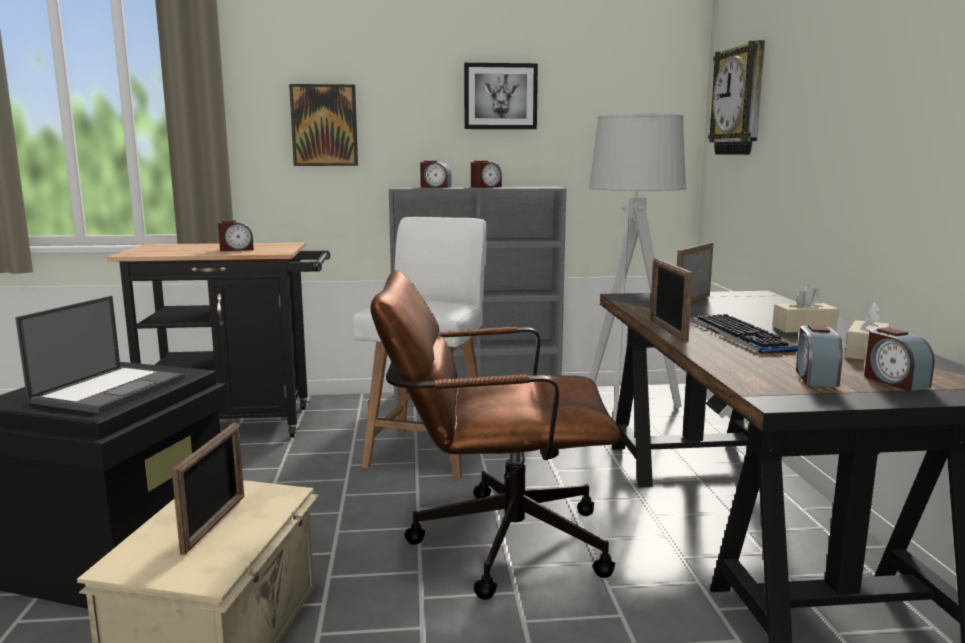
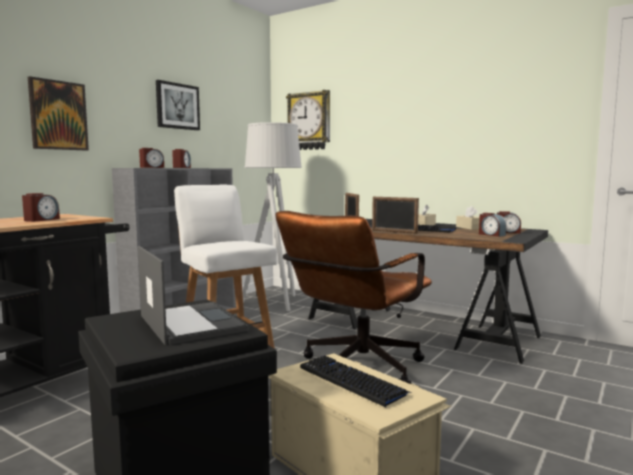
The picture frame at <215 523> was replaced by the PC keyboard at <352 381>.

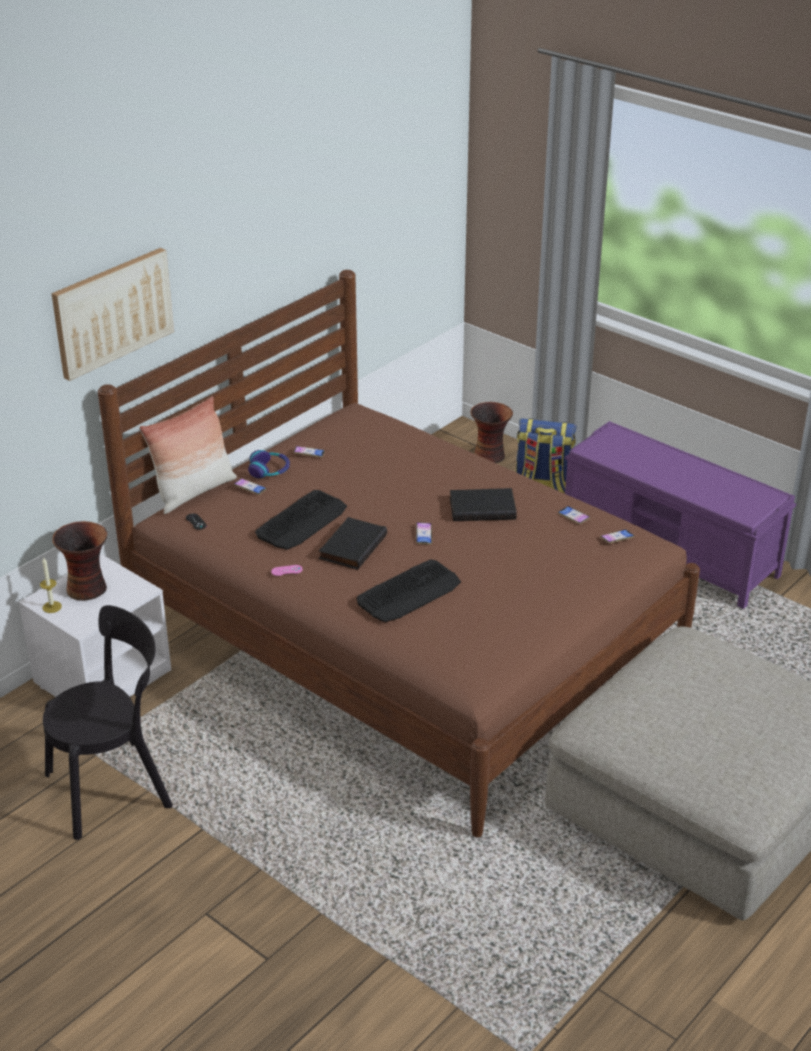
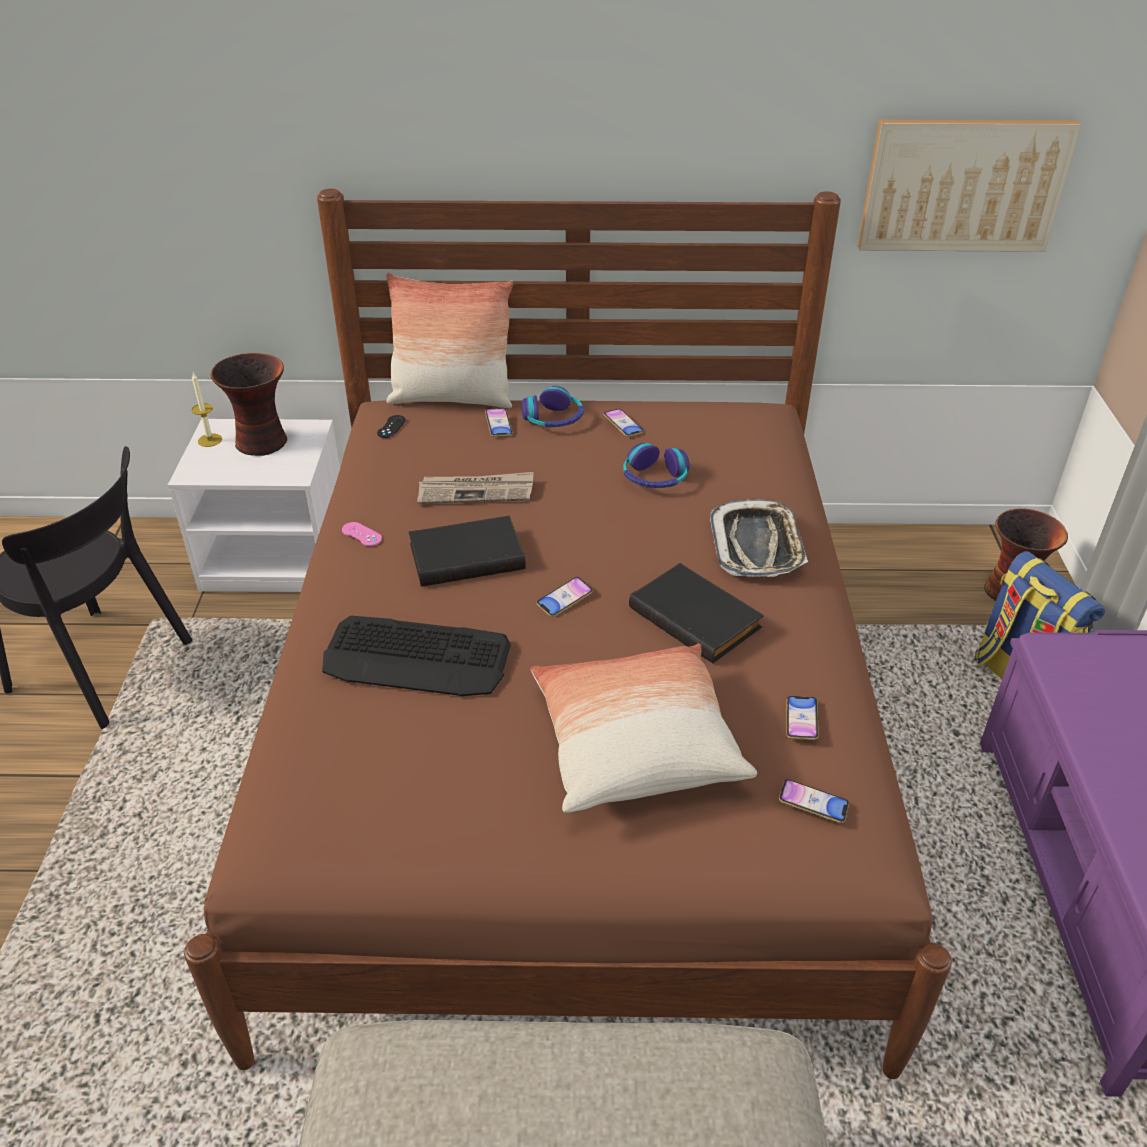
The PC keyboard at <302 521> was replaced by the newspaper at <476 491>.
The pillow at <635 745> appeared.
The pair of headphones at <654 478> appeared.
The tray at <757 545> appeared.
The picture moved from <112 312> to <963 185>.

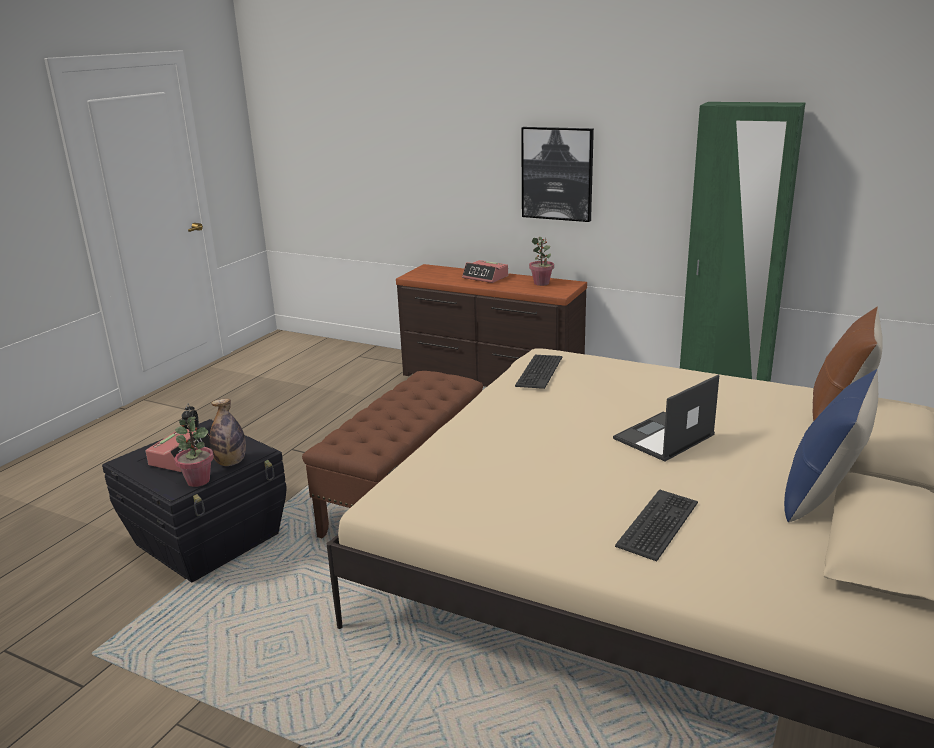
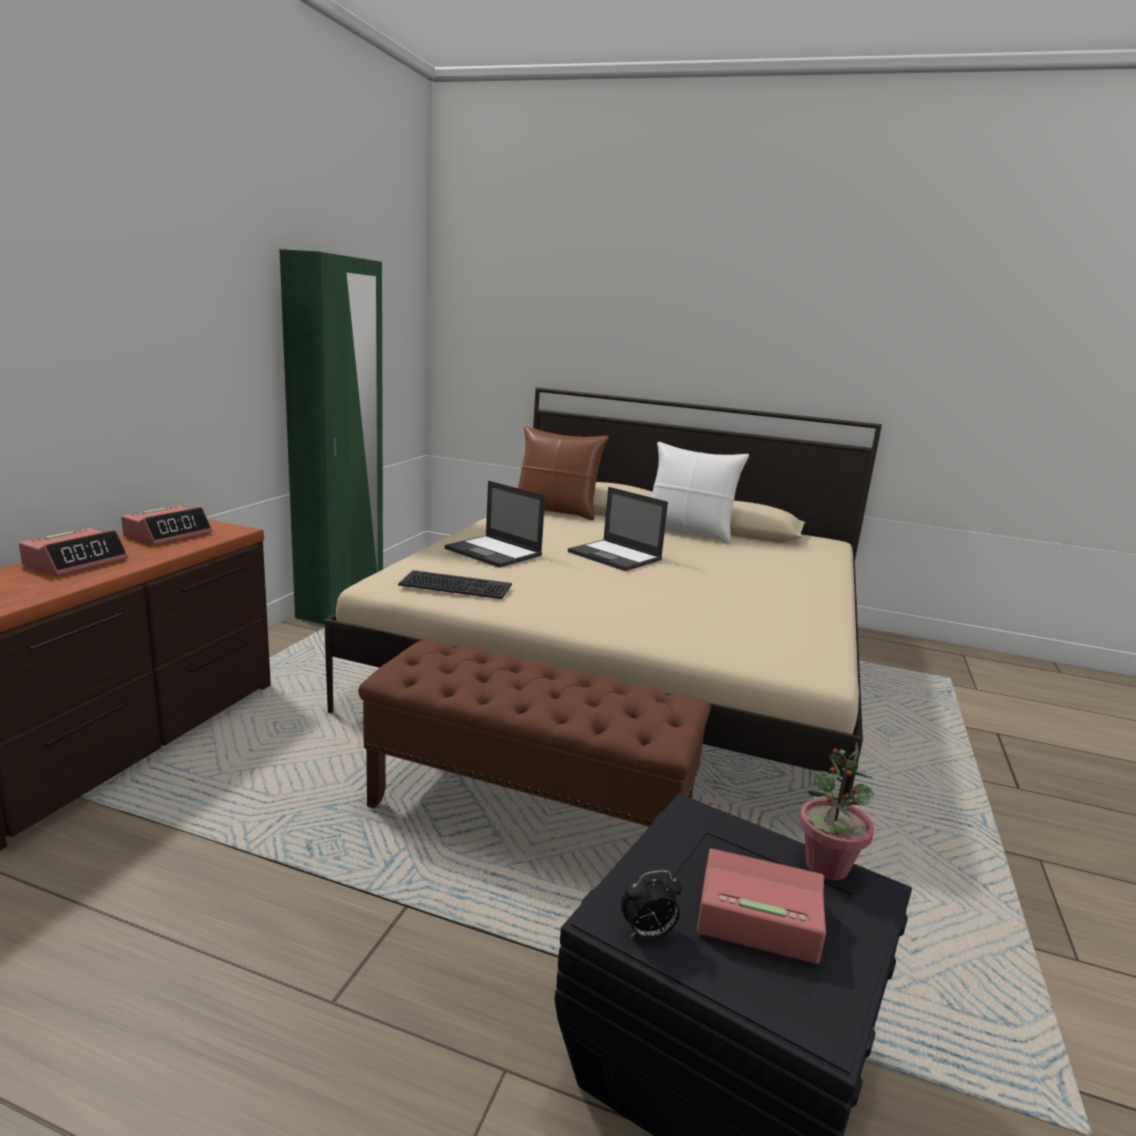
The plant in a pot at <541 283> was replaced by the table clock at <168 534>.
The portable computer at <494 552> appeared.
The pillow (blue-coloured) at <822 496> became the pillow (white) at <687 532>.
The drink bottle at <230 462> disappeared.
The picture at <557 173> disappeared.
The PC keyboard at <659 525> disappeared.

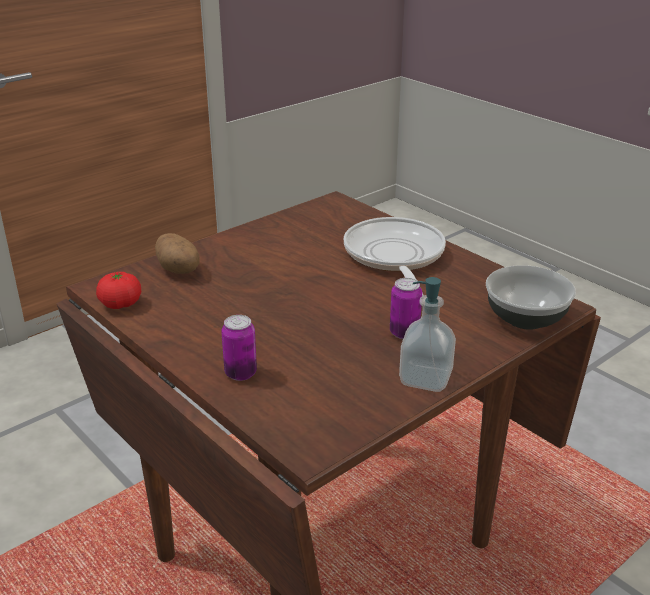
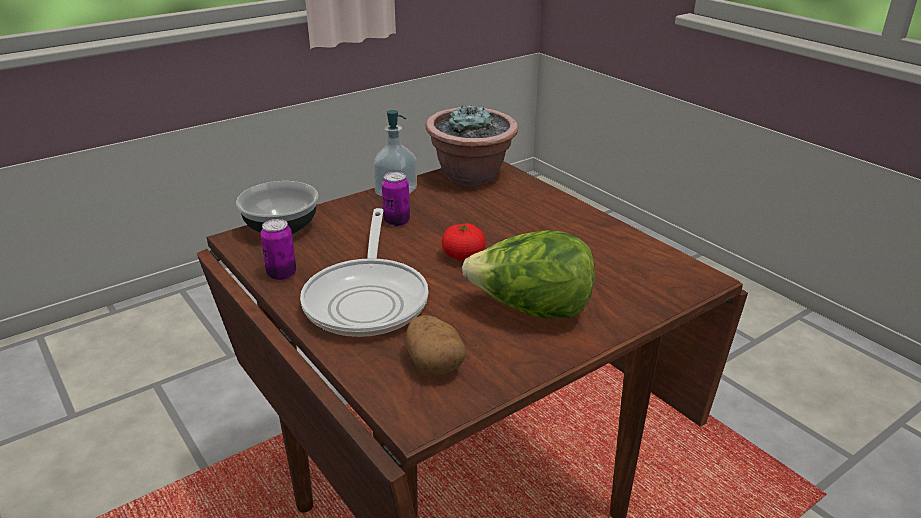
The metal can moved from <240 373> to <282 274>.
The potato moved from <179 270> to <434 363>.
The plant in a pot at <471 176> appeared.
The fresh tomato moved from <120 304> to <463 256>.
The lettuce at <531 310> appeared.

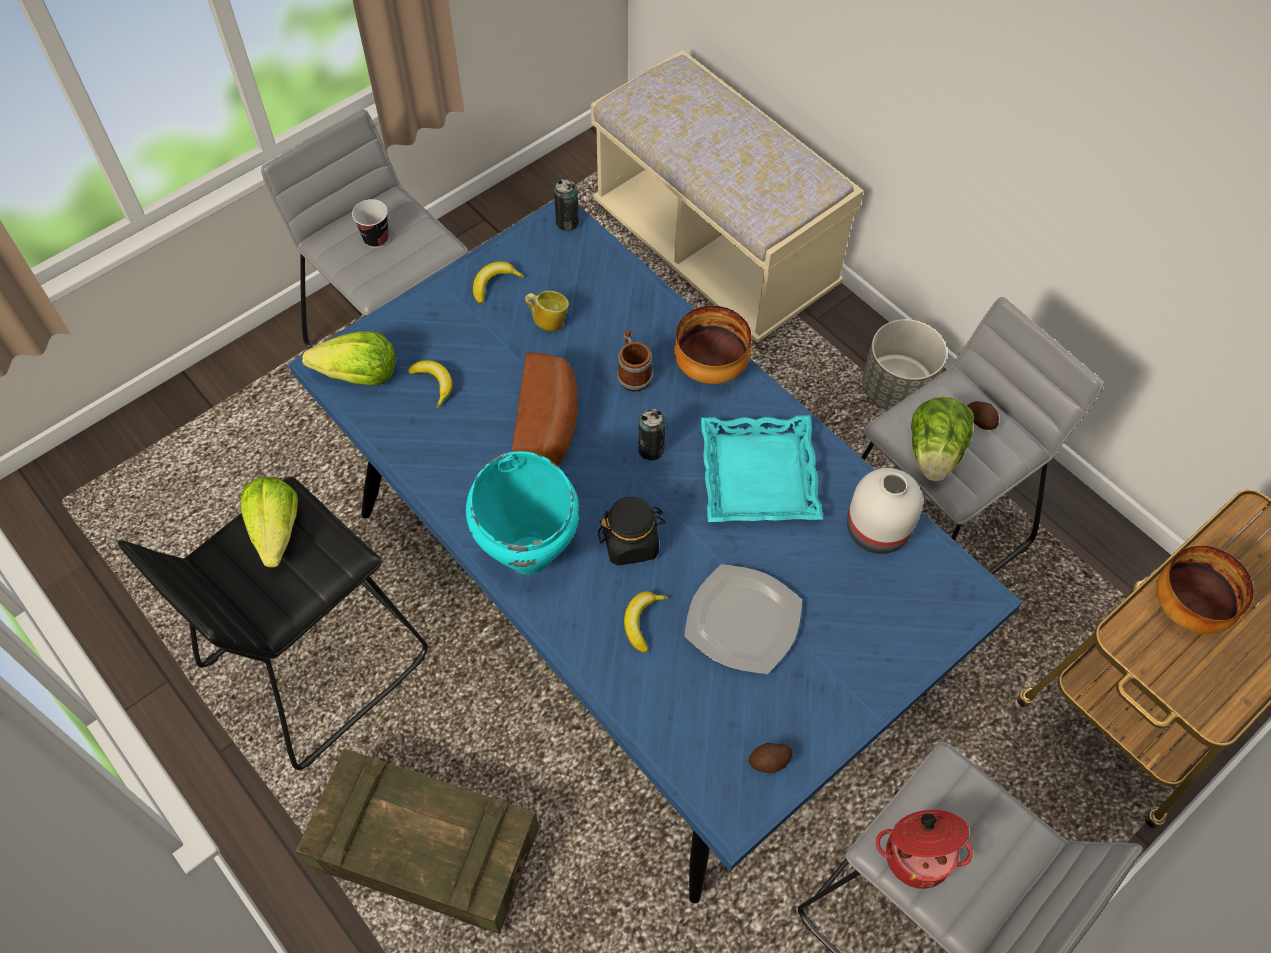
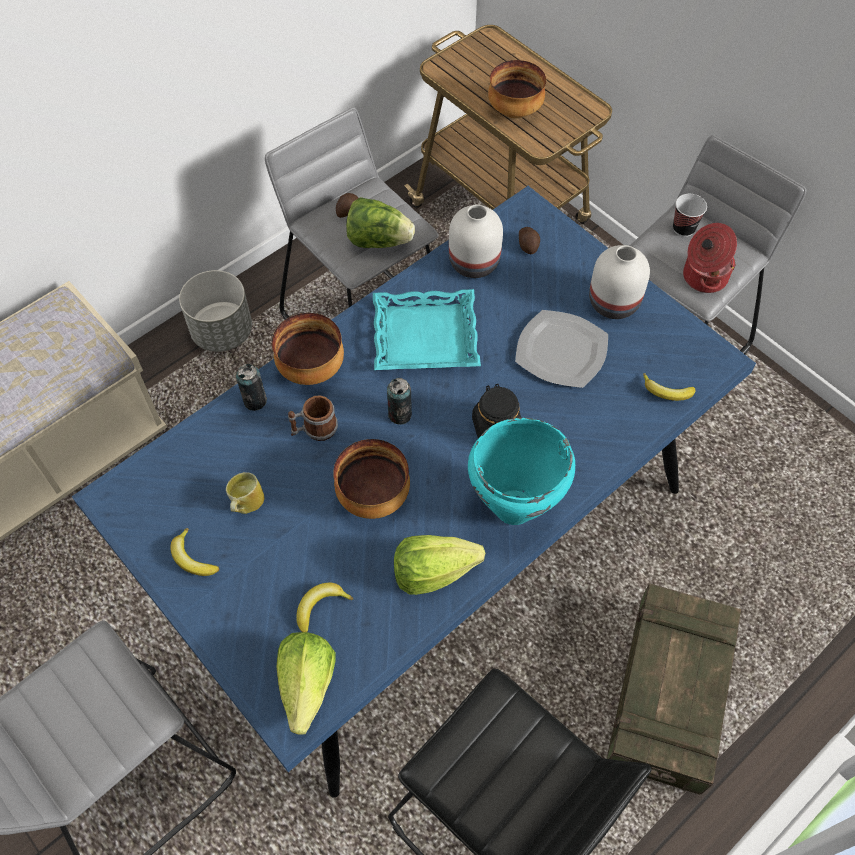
The metal can moved from <567 223> to <255 401>.
The bread at <549 426> was replaced by the bowl at <374 497>.
The lettuce moved from <276 531> to <433 571>.
The potato moved from <770 762> to <528 245>.
The decorative vase (white) at <613 301> appeared.
The banana fruit moved from <642 621> to <666 392>.
The small cup moved from <376 239> to <683 229>.

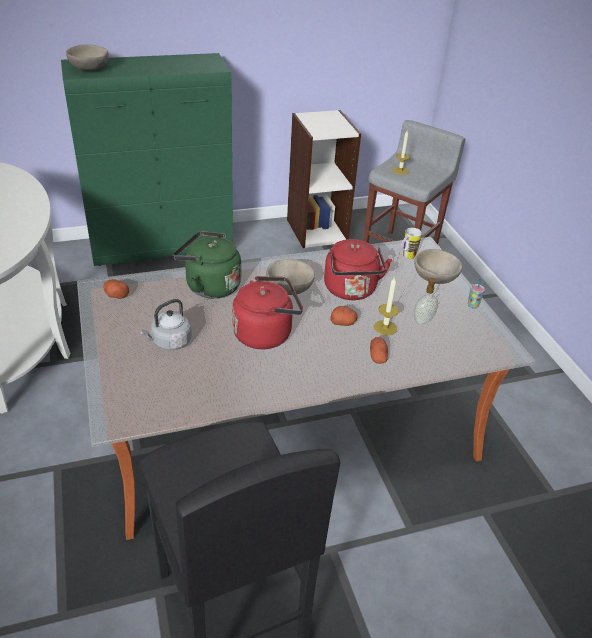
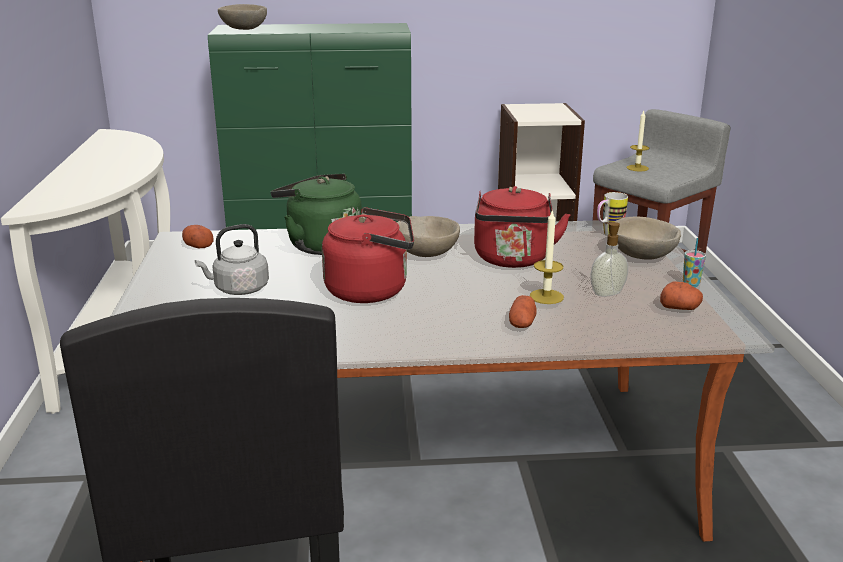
The potato moved from <343 322> to <680 308>.

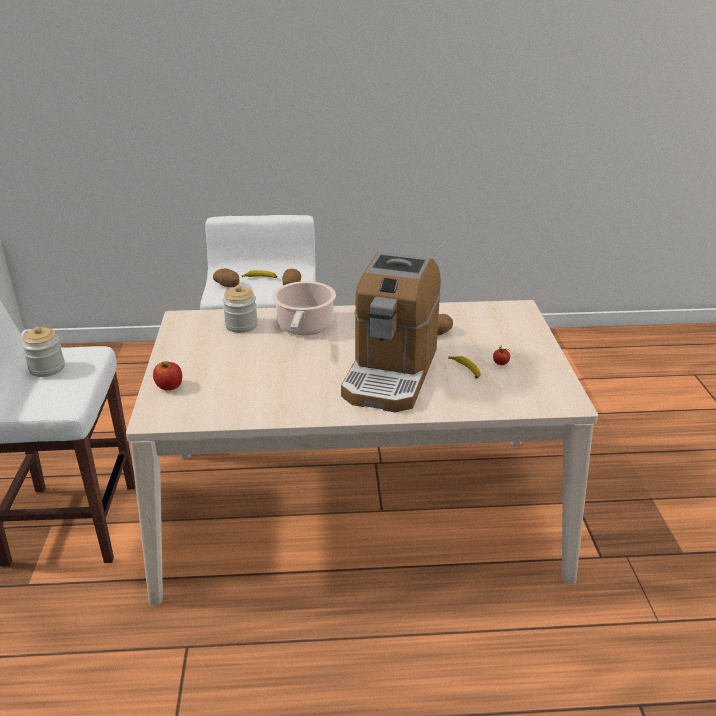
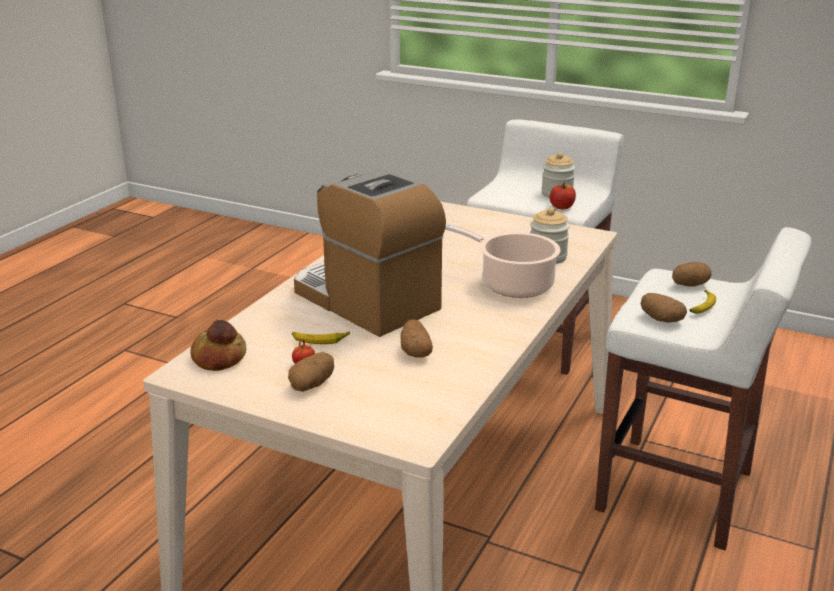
The bread at <220 358> appeared.
The potato at <312 385> appeared.
The apple fruit moved from <169 386> to <562 207>.

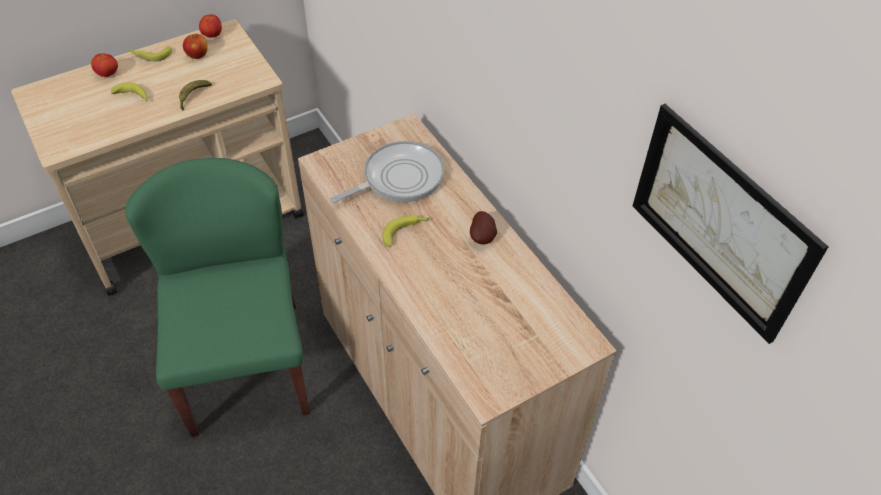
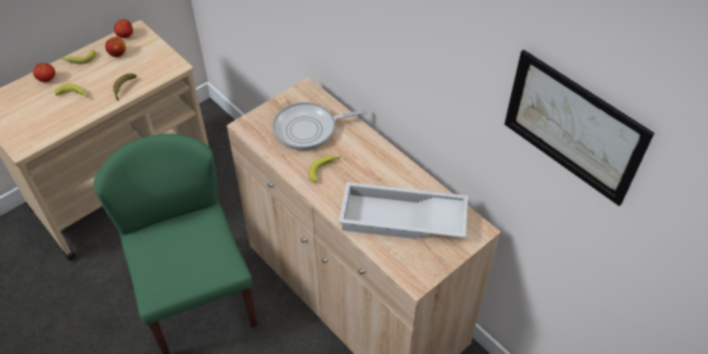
The frying pan at <398 178> turned 150 degrees counterclockwise.
The tray (white) at <401 220> appeared.
The potato at <483 237> disappeared.

